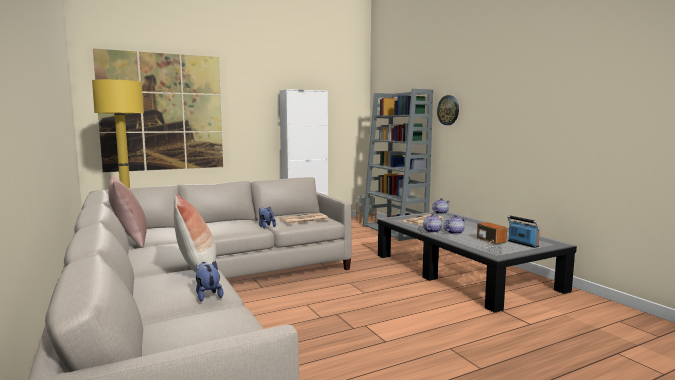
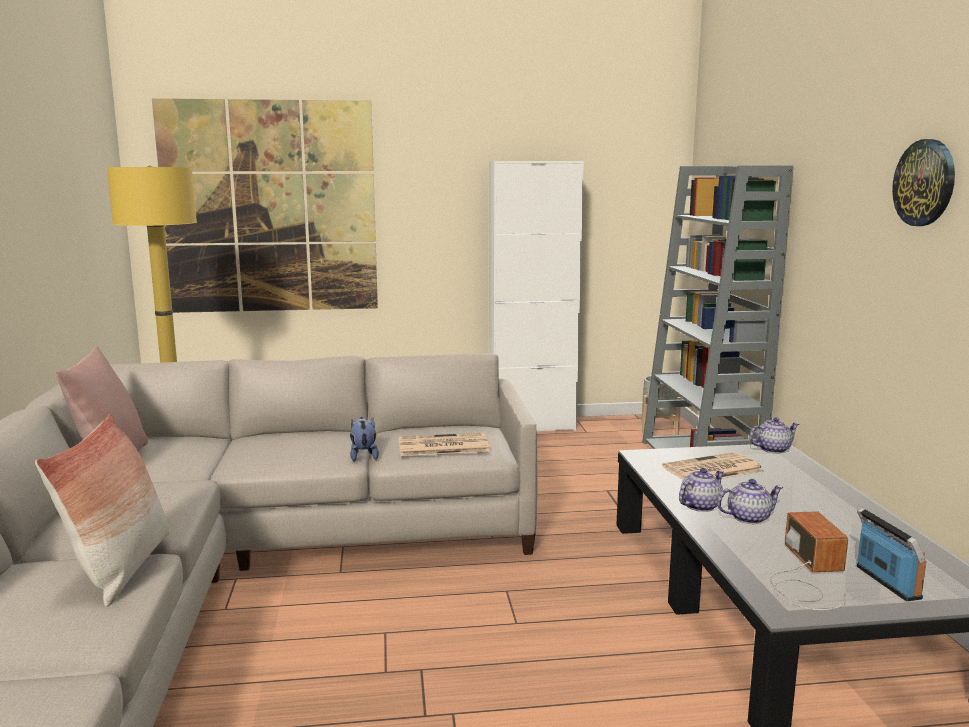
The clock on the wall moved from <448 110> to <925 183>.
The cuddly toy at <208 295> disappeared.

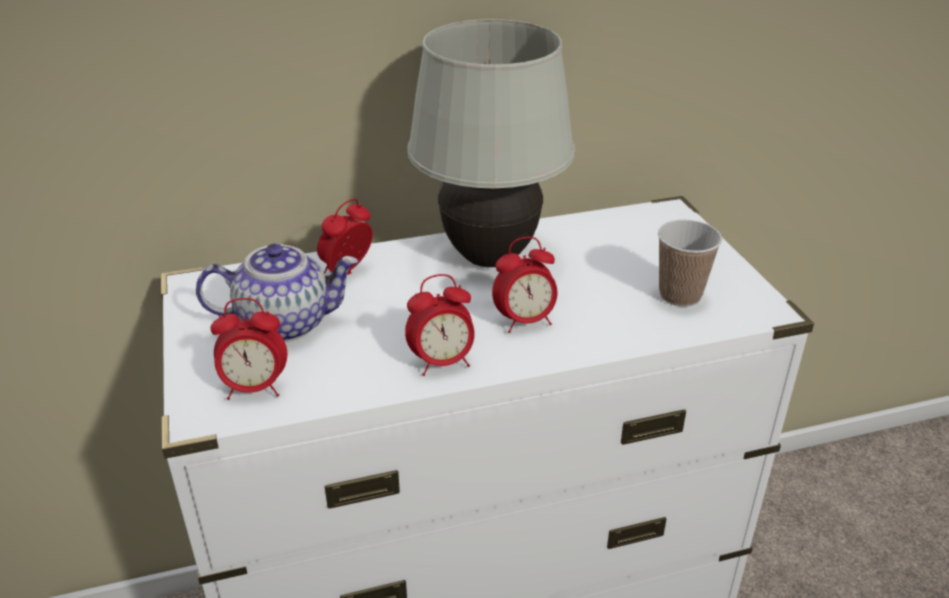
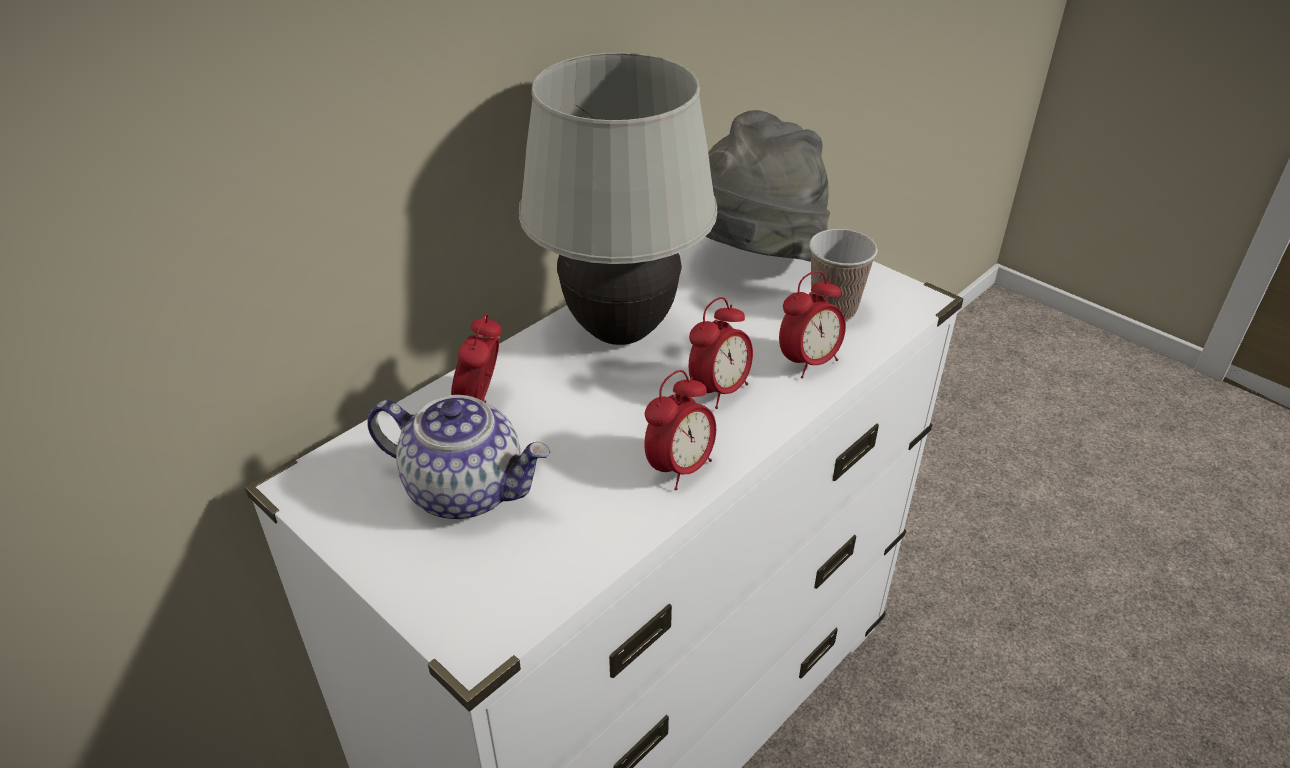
The tea pot at <285 322> turned 60 degrees clockwise.
The hat (grey) at <752 260> appeared.
The table clock moved from <255 388> to <808 362>.

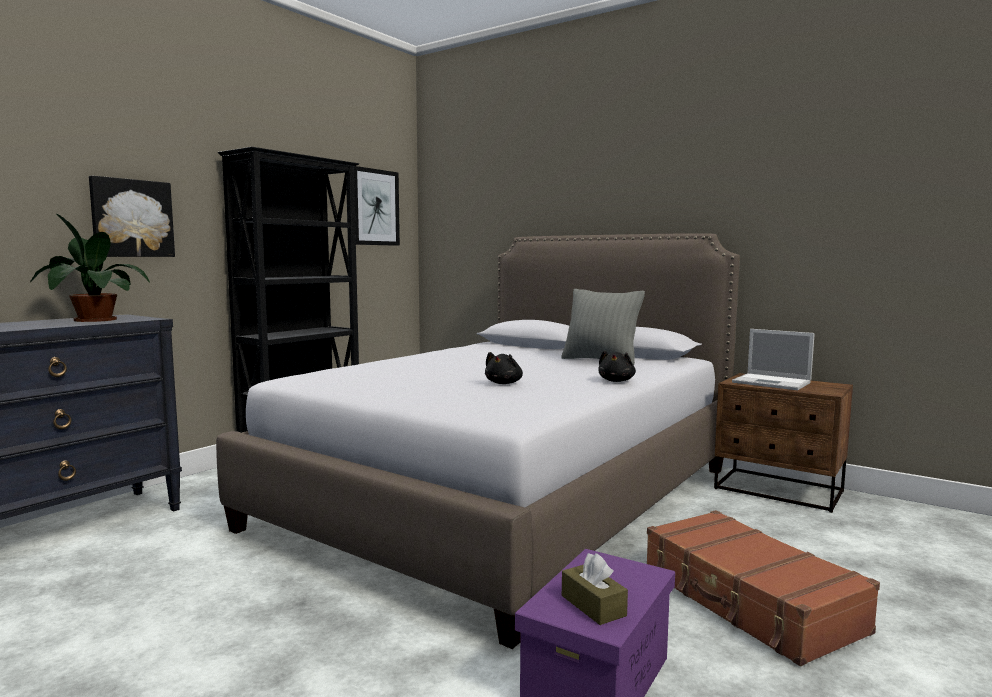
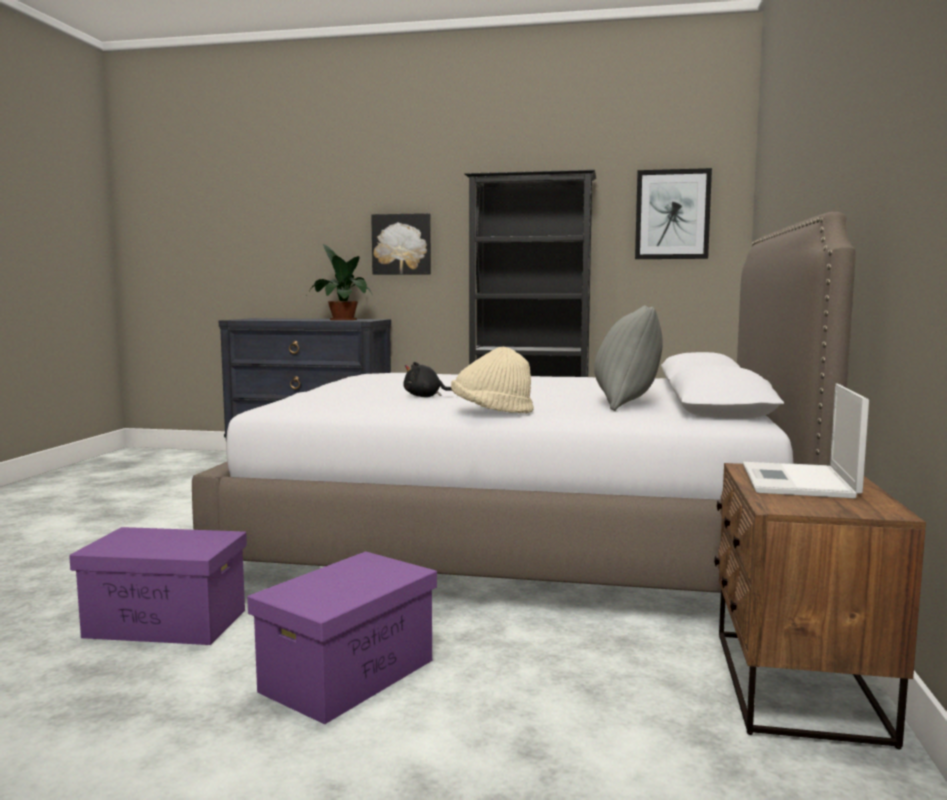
The suitcase (brown) at <749 601> was replaced by the storage bin (purple-coloured) at <347 676>.
The cuddly toy (blackish) at <616 381> was replaced by the hat (beige-coloured) at <491 412>.
The tissue holder (brown) at <593 605> disappeared.

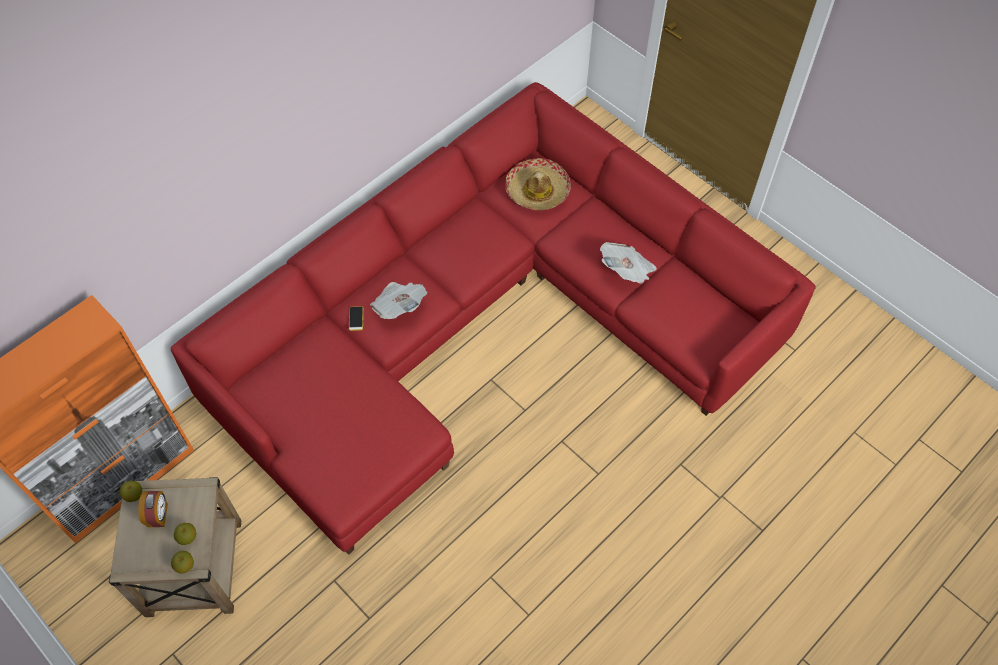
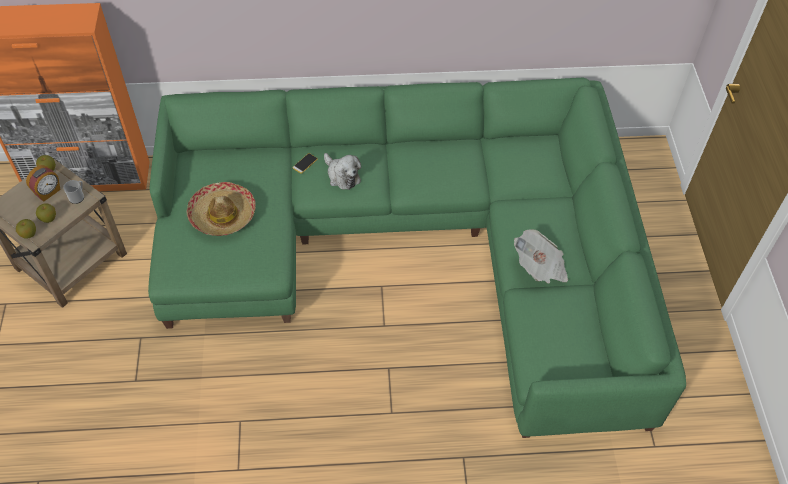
The coffee mug at <78 197> appeared.
The sofa (red) at <485 323> became the sofa (greenish) at <418 245>.
The hat moved from <537 191> to <222 215>.
The newspaper at <399 307> was replaced by the cuddly toy at <342 175>.

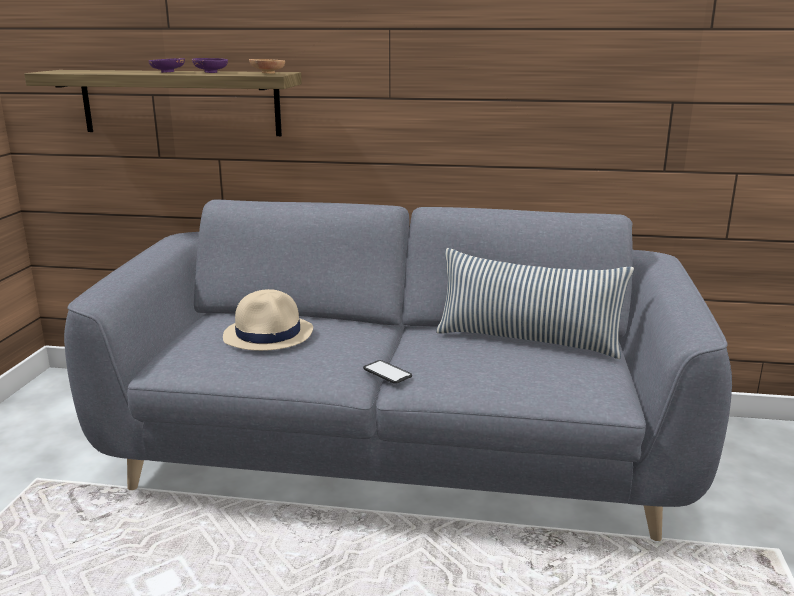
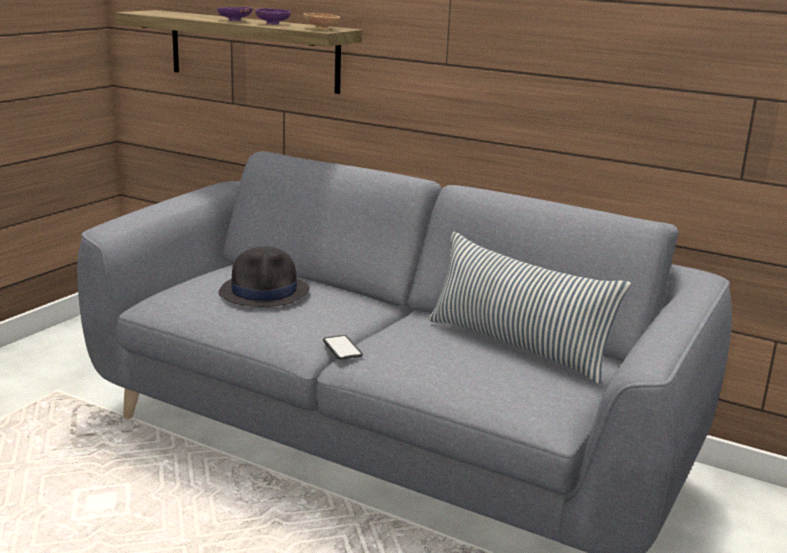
The hat (beige-coloured) at <269 334> became the hat (blackish) at <265 292>.

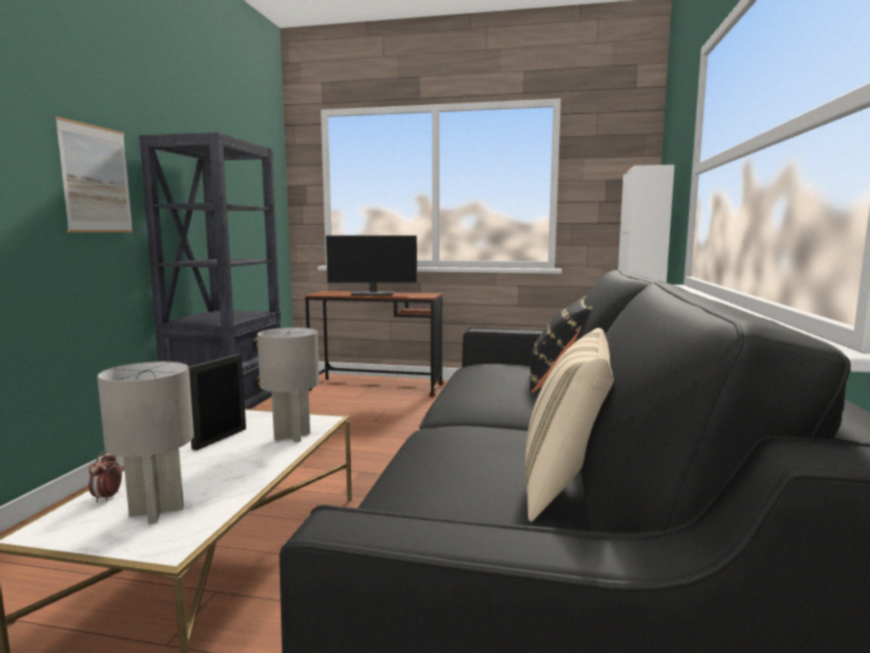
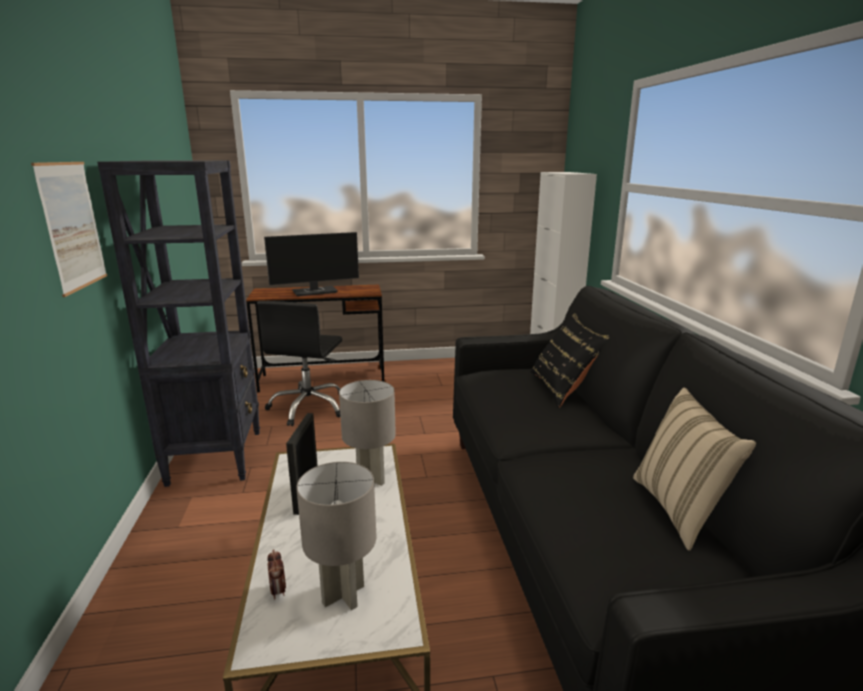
The office chair (blackish) at <308 407> appeared.

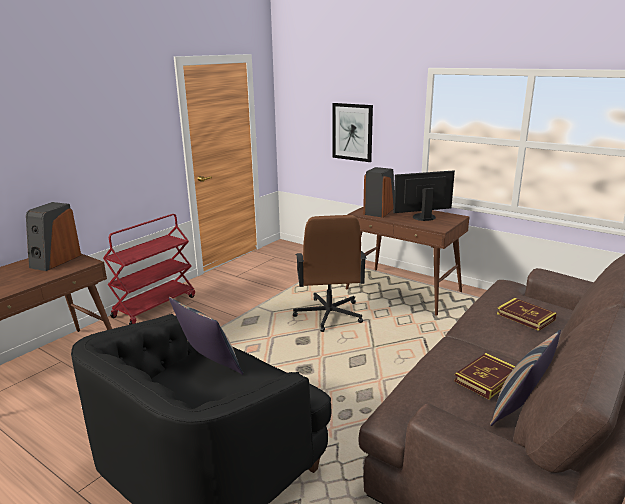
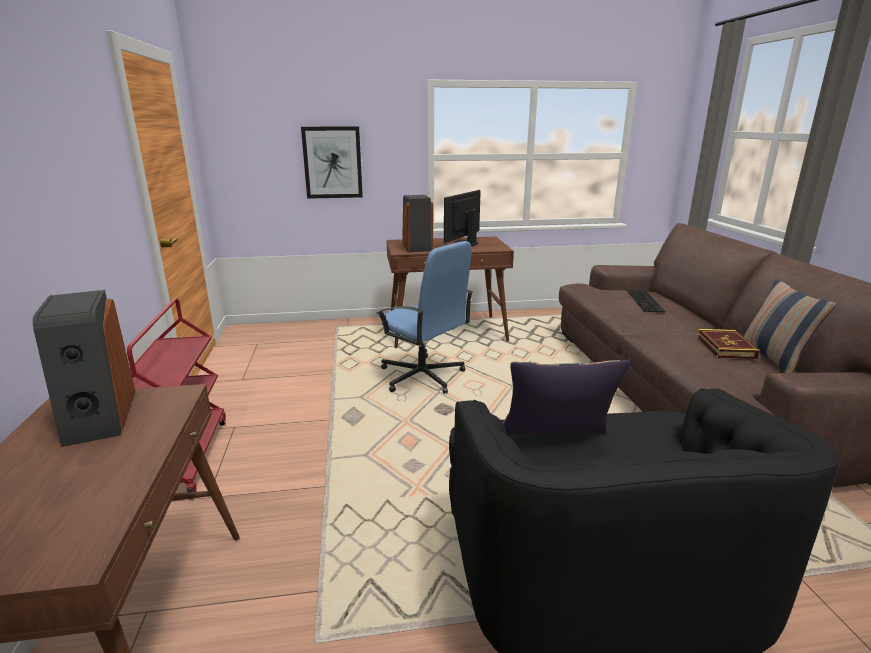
The office chair (brown) at <328 315> became the office chair (blue-coloured) at <422 376>.
The volume at <525 316> was replaced by the PC keyboard at <646 301>.

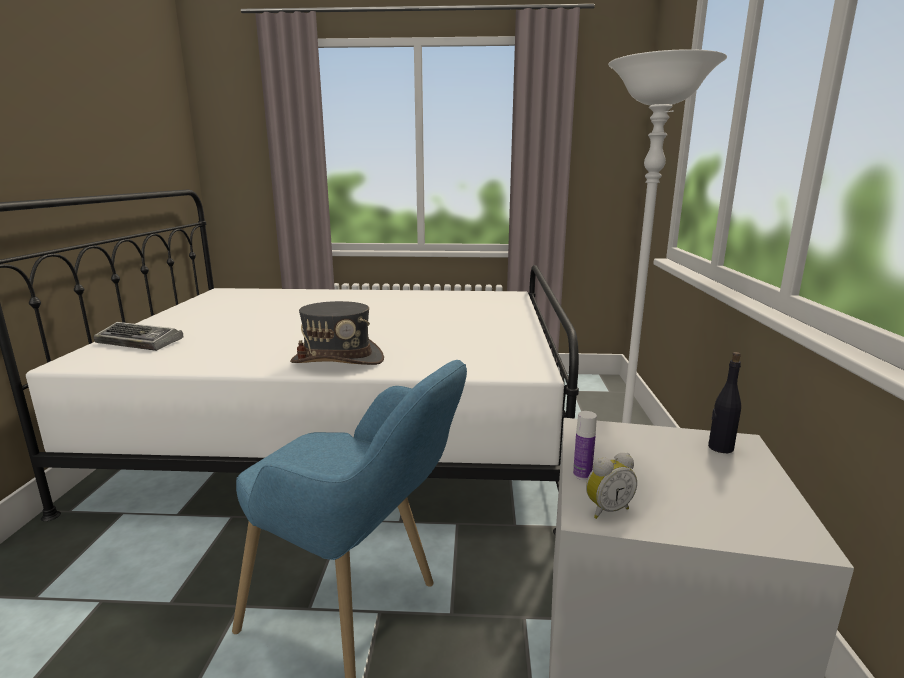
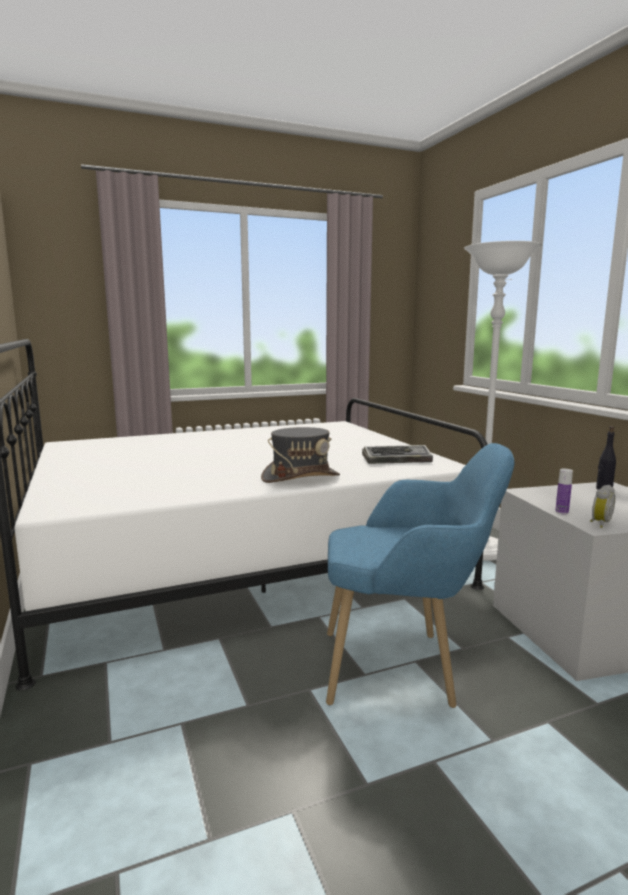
The PC keyboard moved from <141 342> to <397 460>.

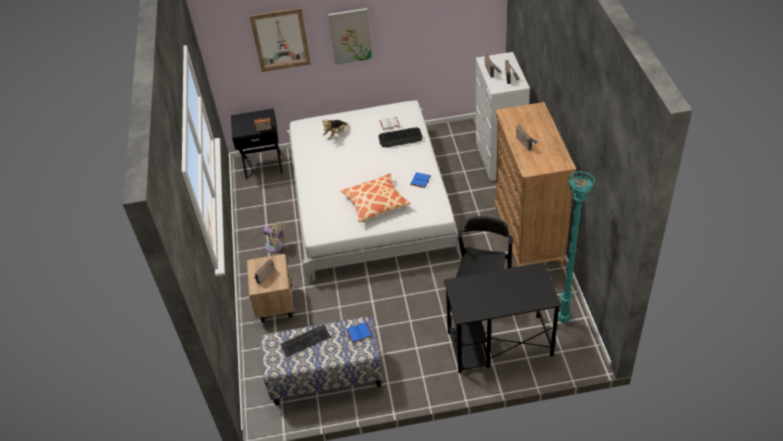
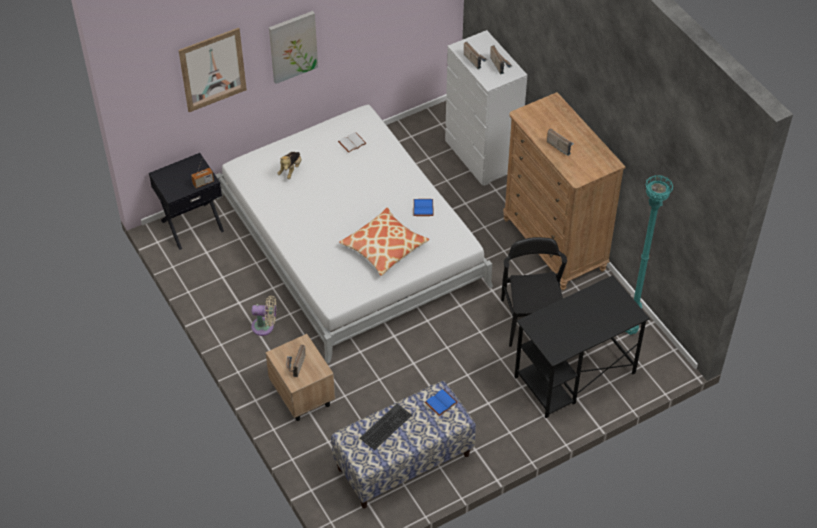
The PC keyboard at <400 138> disappeared.

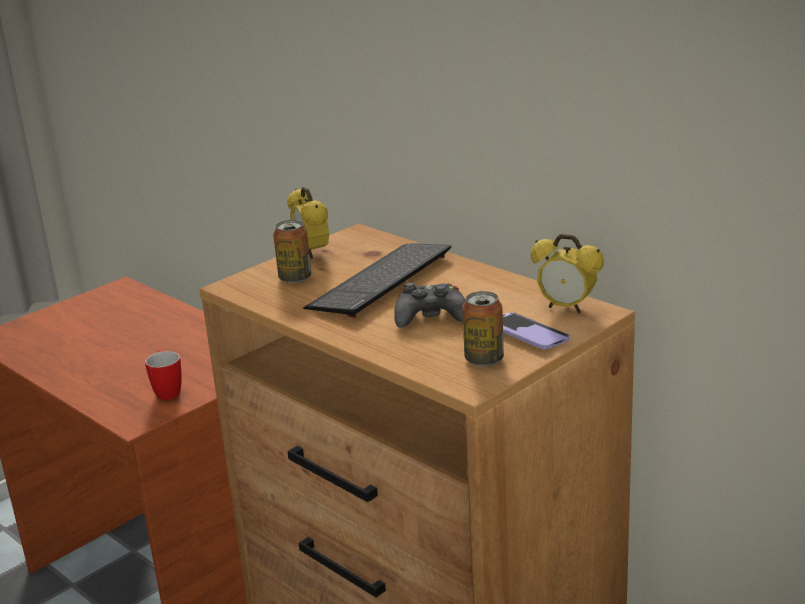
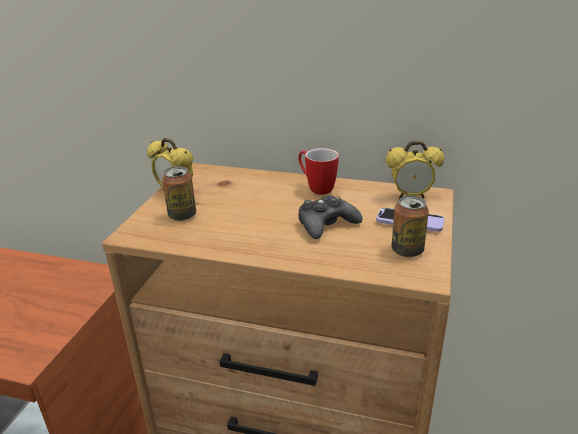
The coffee mug moved from <167 391> to <316 188>.
The PC keyboard at <381 281> disappeared.

